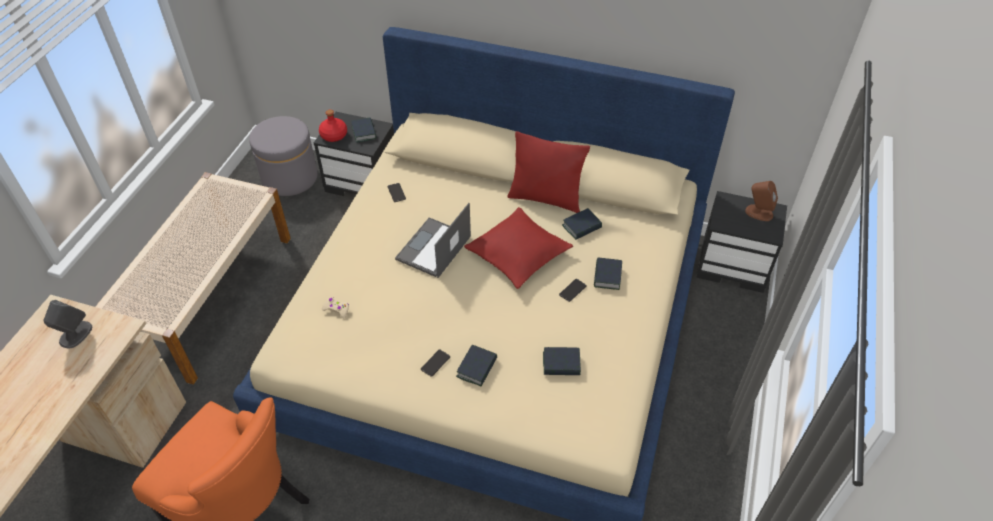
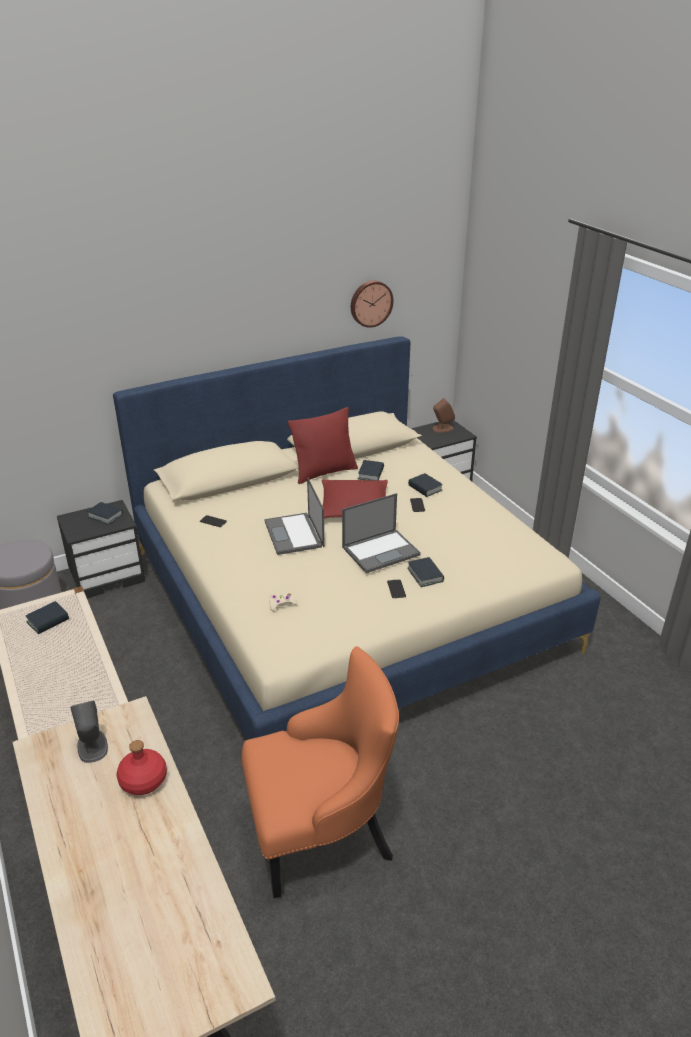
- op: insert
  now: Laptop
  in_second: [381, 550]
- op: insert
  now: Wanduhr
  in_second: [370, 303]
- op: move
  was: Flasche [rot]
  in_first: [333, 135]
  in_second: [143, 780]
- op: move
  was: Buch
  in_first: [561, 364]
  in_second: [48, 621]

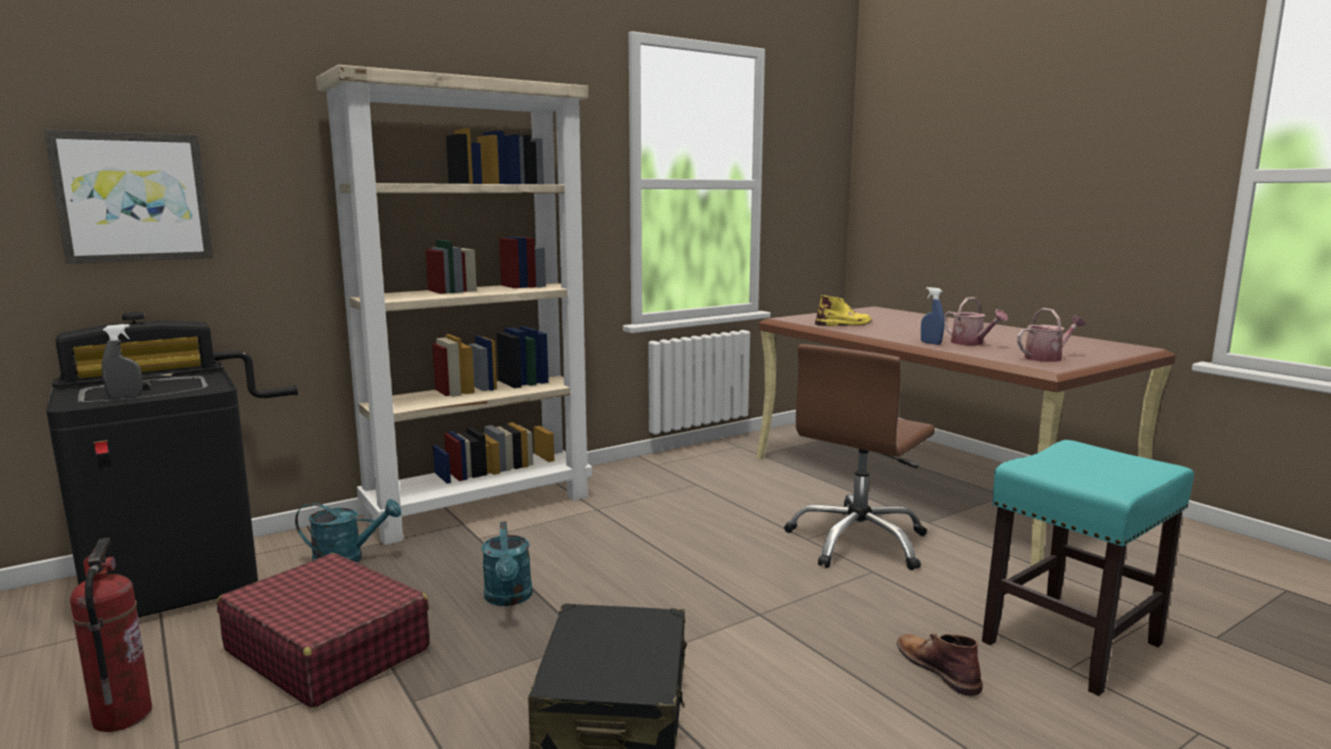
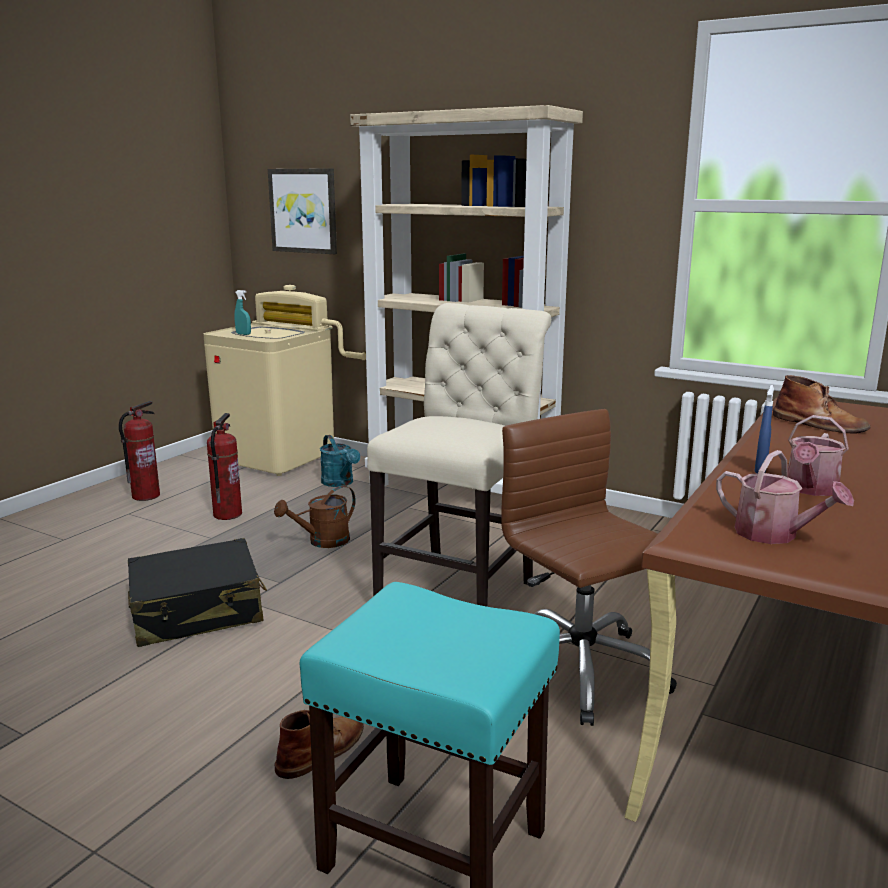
- op: insert
  now: Hocker [beige]
  in_second: [462, 593]
- op: replace
  was: Koffer [rot]
  now: Feuerlöscher
  in_first: [327, 649]
  in_second: [227, 514]
- op: recolor
  was: Waschmaschine [schwarz]
  now: Waschmaschine [beige]
  in_first: [178, 582]
  in_second: [279, 458]
- op: recolor
  was: Sprühflasche [grau]
  now: Sprühflasche [türkis]
  in_first: [125, 397]
  in_second: [243, 334]
- op: recolor
  was: Gießkanne [türkis]
  now: Gießkanne [braun]
  in_first: [509, 598]
  in_second: [322, 542]
- op: recolor
  was: Stiefel [gelb]
  now: Stiefel [braun]
  in_first: [844, 324]
  in_second: [819, 424]
- op: rotate
  was: Bürostuhl [braun]
  in_first: [858, 542]
  in_second: [579, 670]
  clockwise: 45

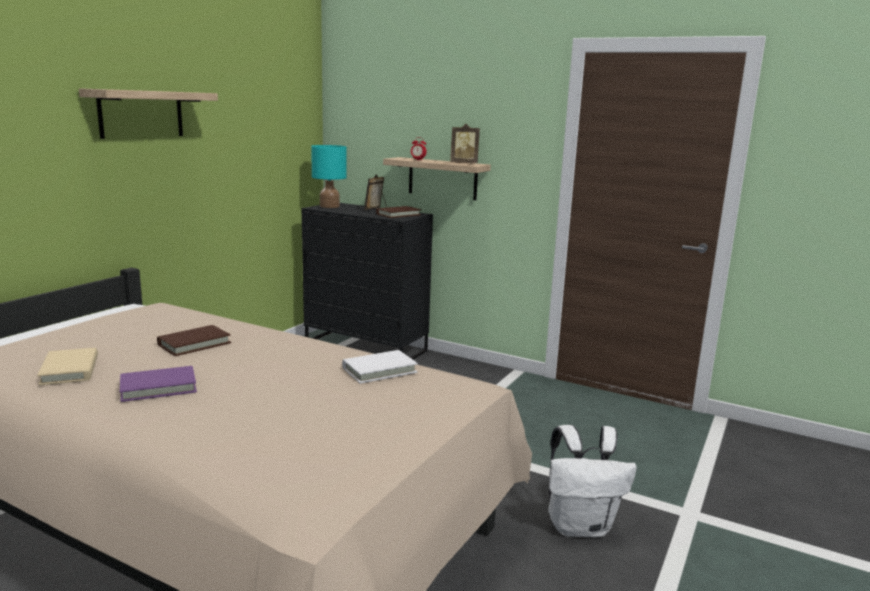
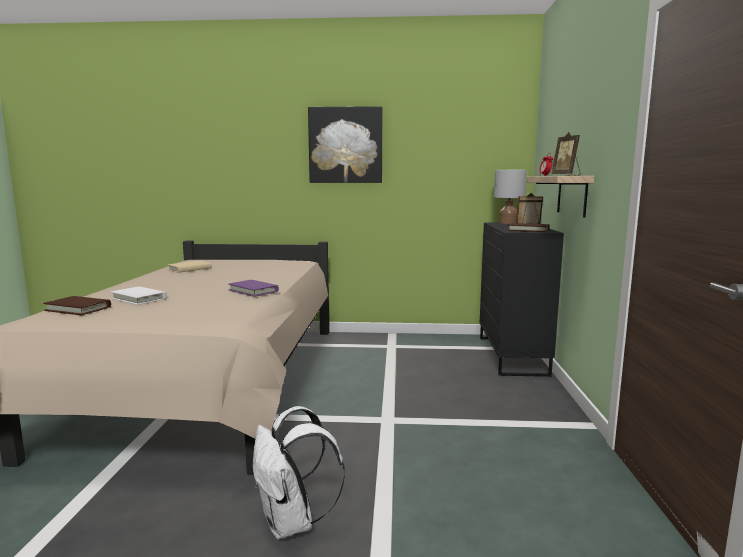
- op: move
  was: Buch [lila]
  in_first: [158, 387]
  in_second: [253, 291]
- op: move
  was: Buch [braun]
  in_first: [194, 344]
  in_second: [78, 309]
- op: move
  was: Buch [weiß]
  in_first: [379, 370]
  in_second: [139, 298]
- op: replace
  was: Wandregal
  now: Bild
  in_first: [141, 114]
  in_second: [345, 145]
- op: recolor
  was: Tischlampe [türkis]
  now: Tischlampe [grau]
  in_first: [329, 206]
  in_second: [507, 223]

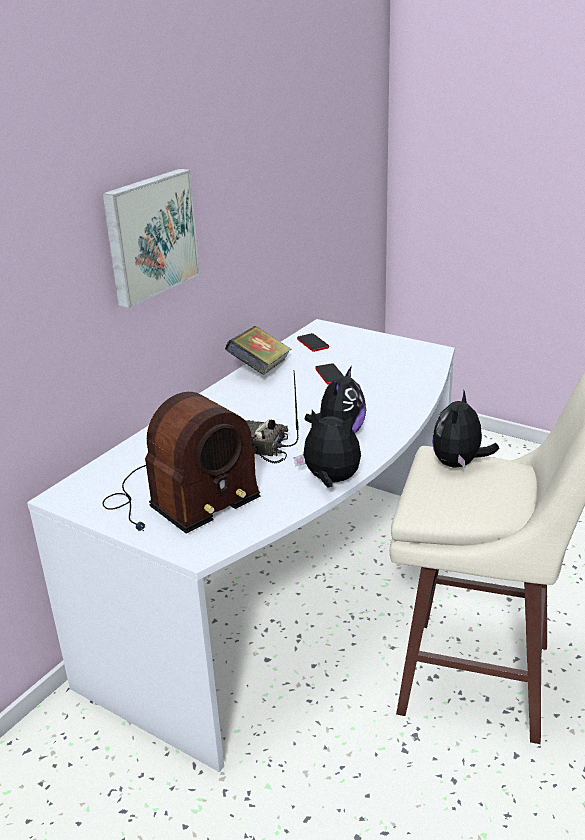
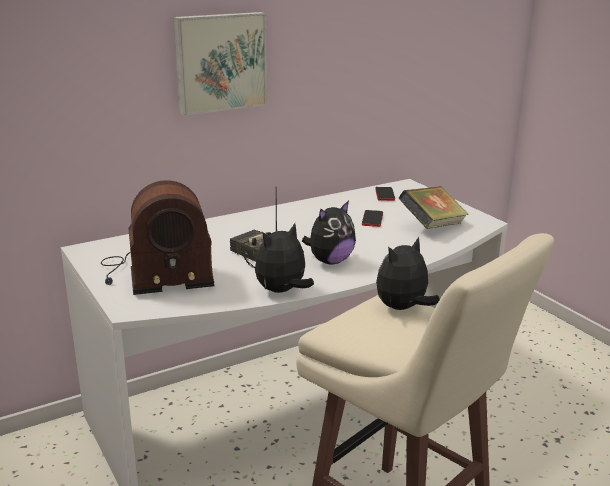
- op: move
  was: Buch
  in_first: [260, 369]
  in_second: [432, 226]
- op: rotate
  was: Plüschtier
  in_first: [330, 481]
  in_second: [282, 291]
  clockwise: -90

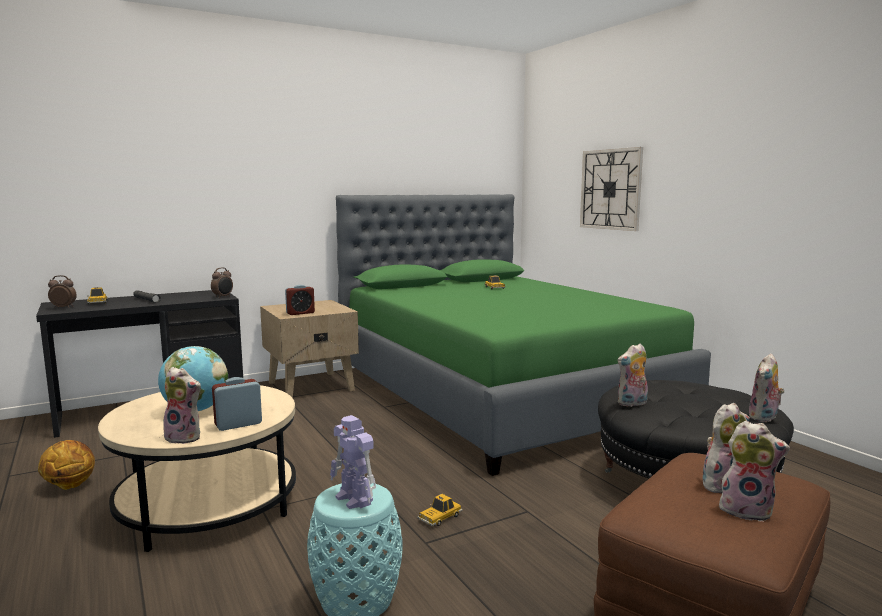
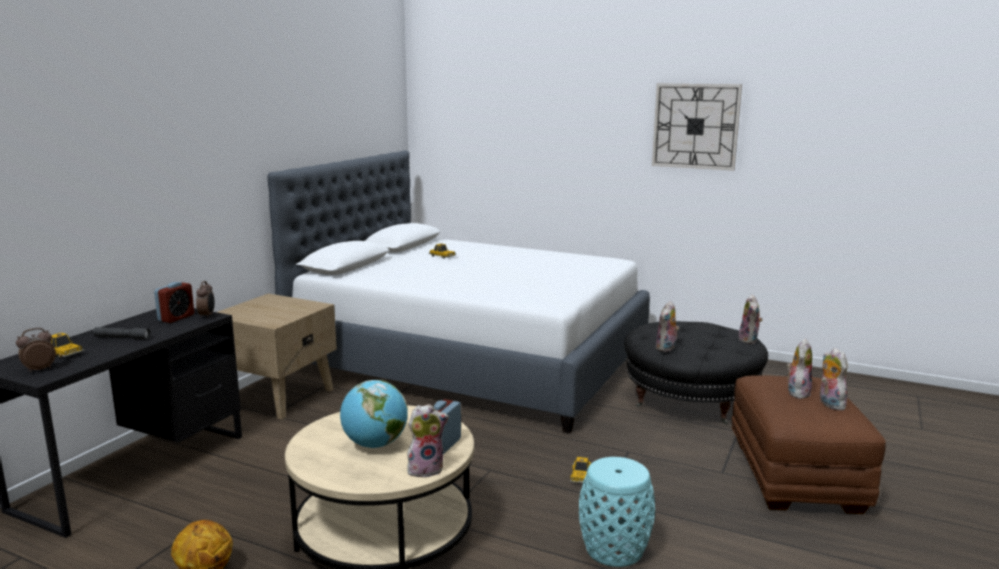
- op: delete
  was: Spielzeugroboter
  in_first: [354, 499]
- op: move
  was: Wecker
  in_first: [300, 313]
  in_second: [176, 318]
- op: move
  was: Wanduhr
  in_first: [610, 189]
  in_second: [695, 126]
- op: recolor
  was: Bett [grün]
  now: Bett [weiß]
  in_first: [501, 392]
  in_second: [471, 359]
- op: rotate
  was: Plüschtier
  in_first: [747, 510]
  in_second: [829, 404]
  clockwise: -90

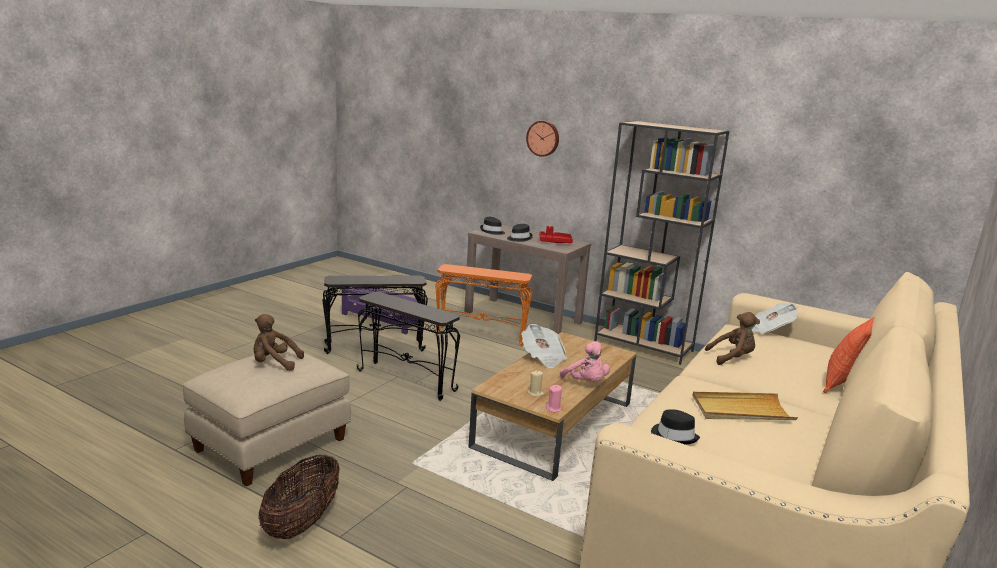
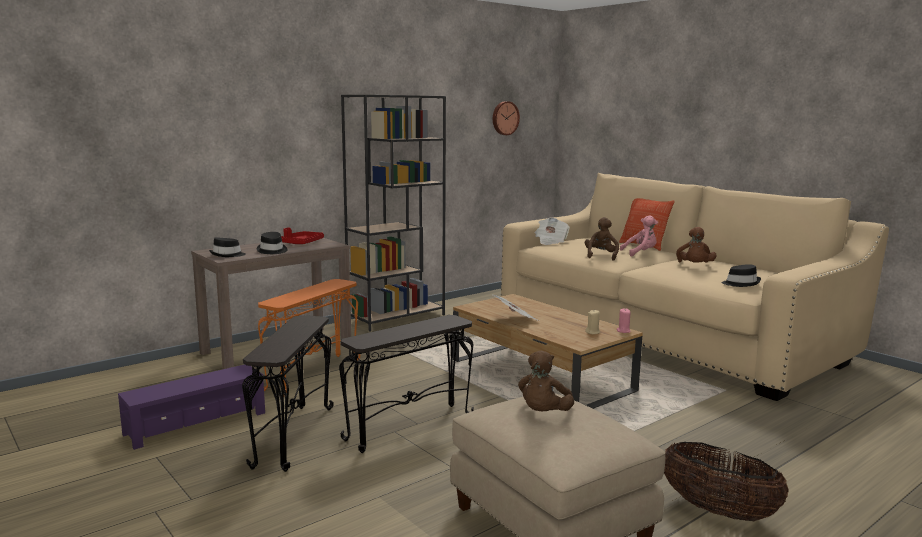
- op: move
  was: Wanduhr
  in_first: [543, 138]
  in_second: [504, 118]
- op: move
  was: Plüschtier [rosa]
  in_first: [586, 383]
  in_second: [640, 253]
- op: replace
  was: Tablett [beige]
  now: Plüschtier [braun]
  in_first: [741, 410]
  in_second: [694, 266]

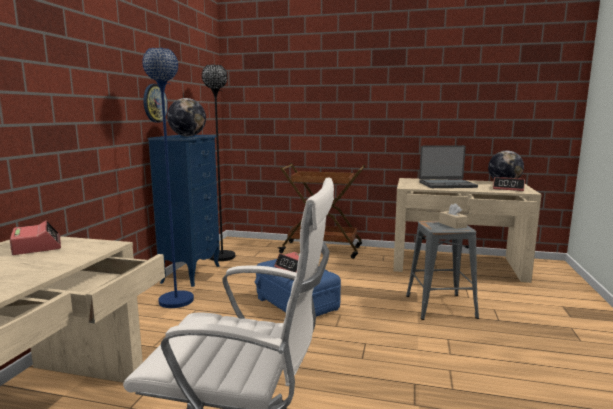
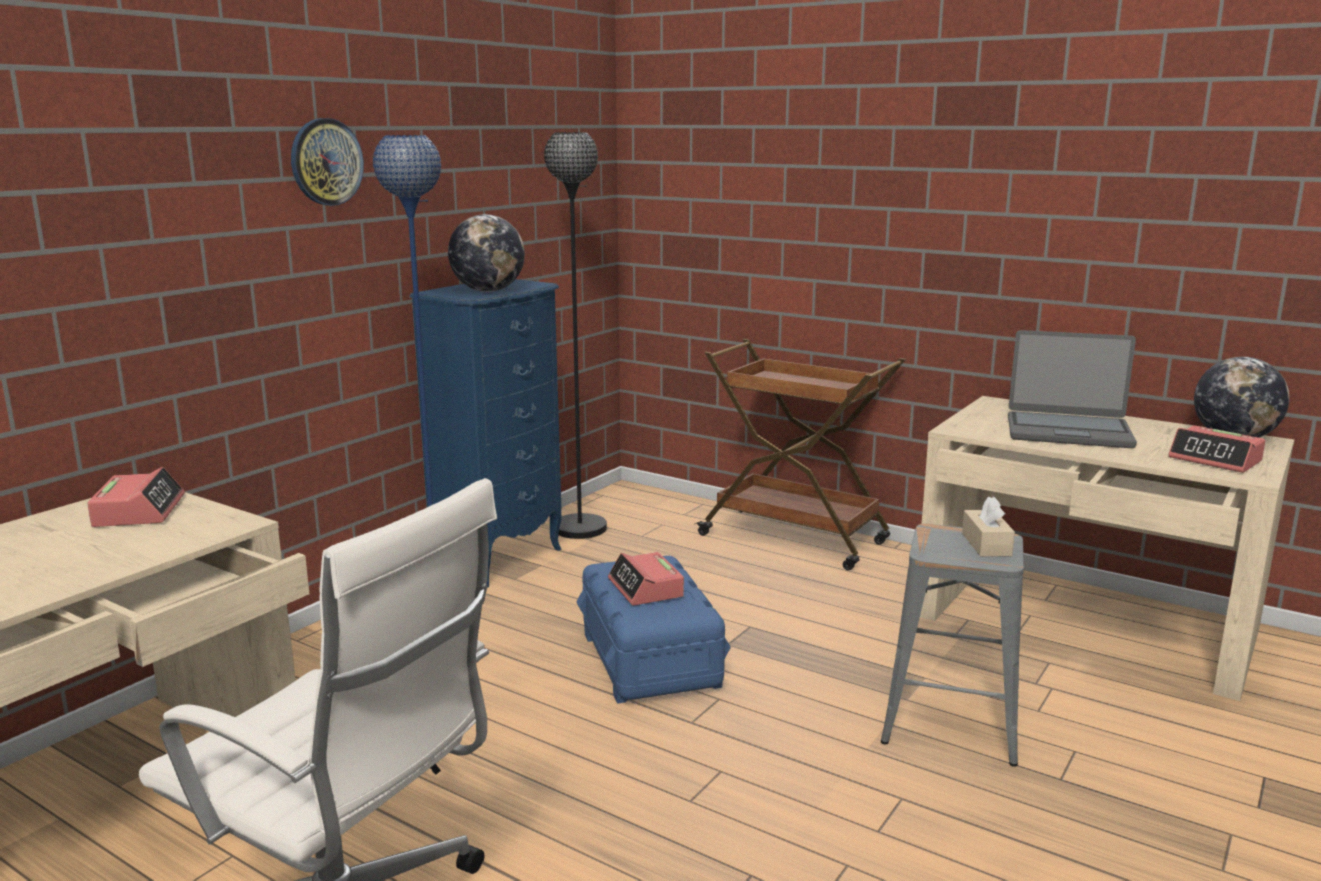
- op: move
  was: Wanduhr
  in_first: [154, 103]
  in_second: [326, 162]

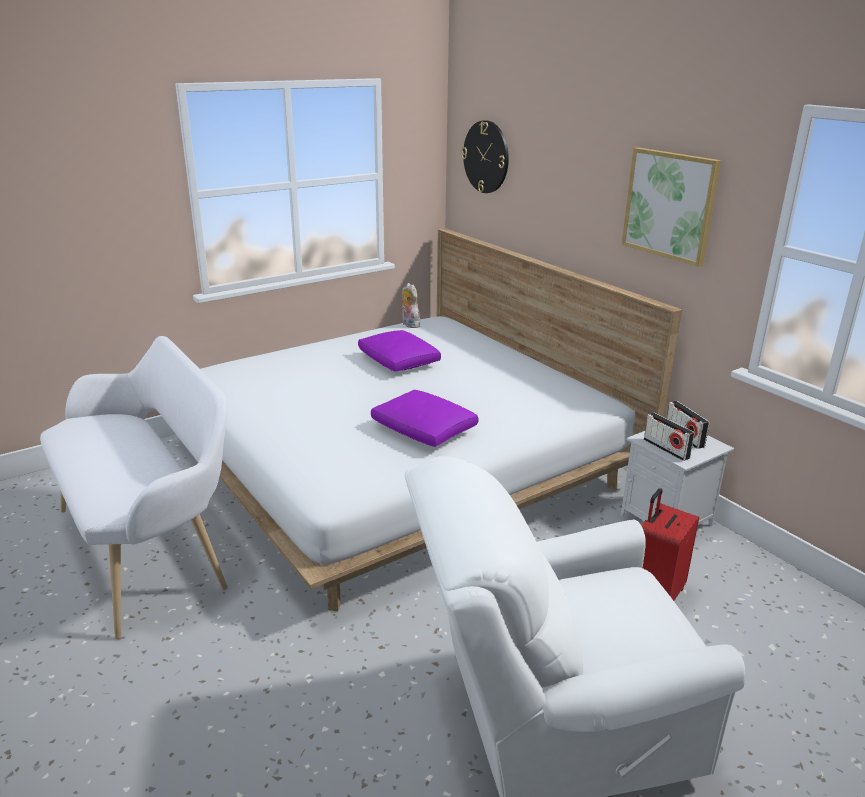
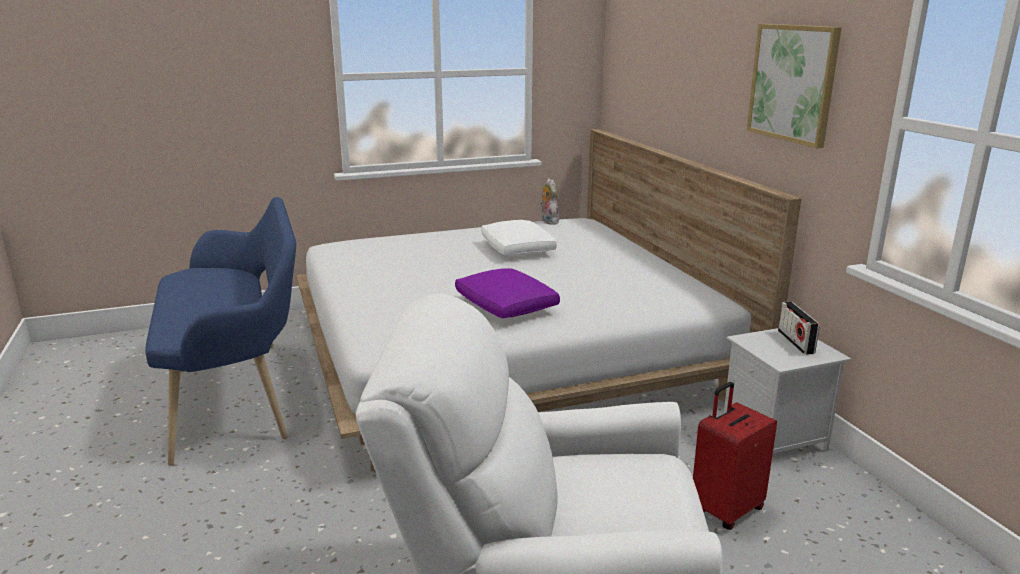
- op: delete
  was: Wanduhr
  in_first: [486, 157]
- op: delete
  was: Radio
  in_first: [666, 449]
- op: recolor
  was: Bank [weiß]
  now: Bank [blau]
  in_first: [150, 546]
  in_second: [239, 394]
- op: recolor
  was: Kissen [lila]
  now: Kissen [weiß]
  in_first: [399, 361]
  in_second: [518, 249]

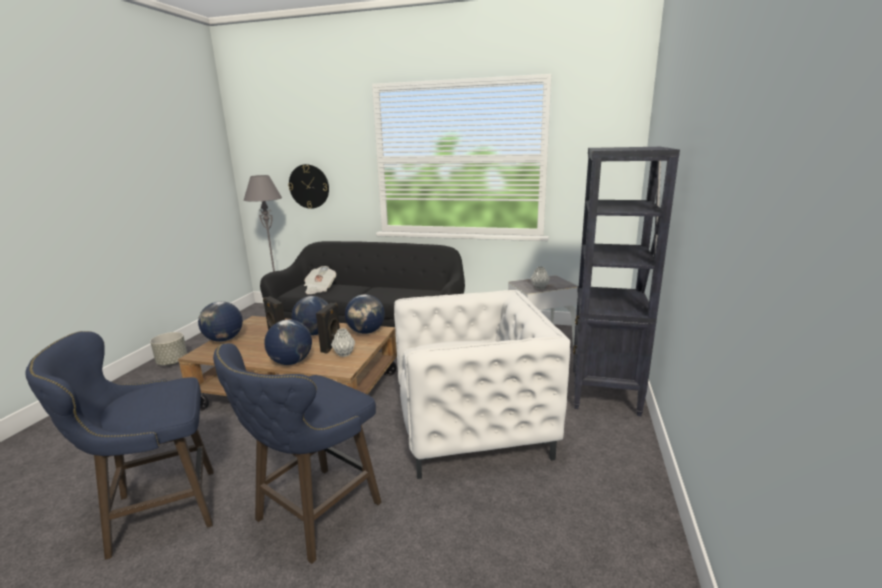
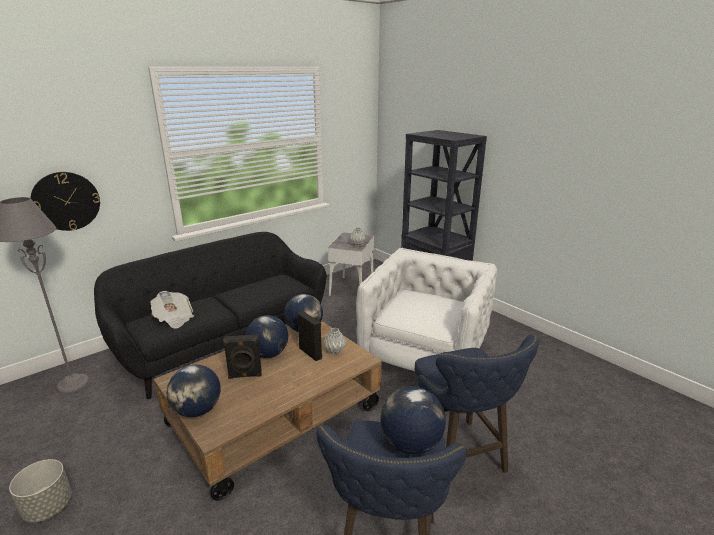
- op: move
  was: Globus
  in_first: [291, 362]
  in_second: [410, 444]

